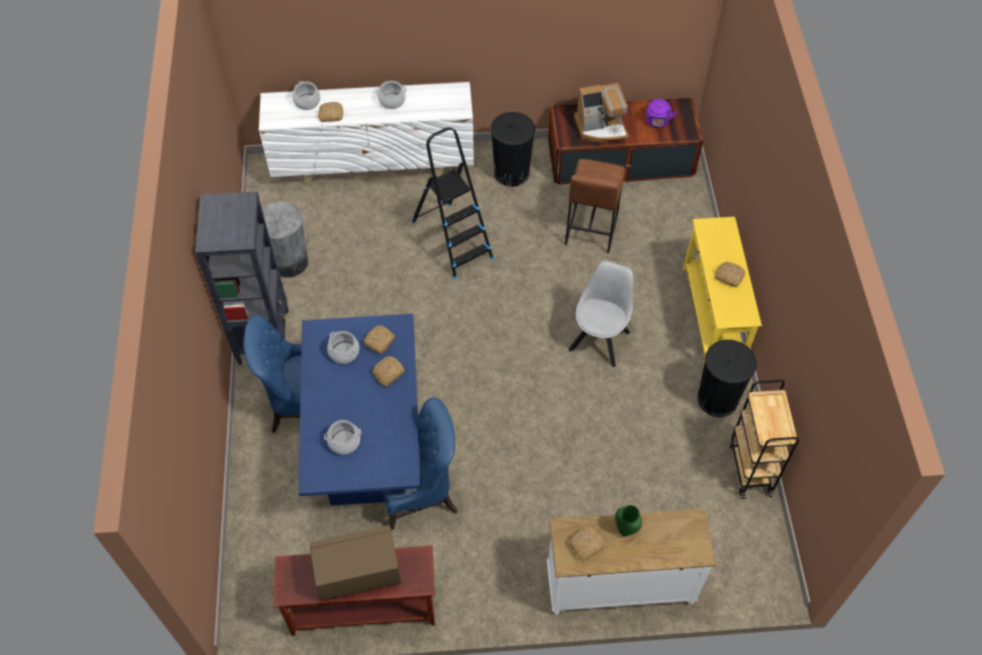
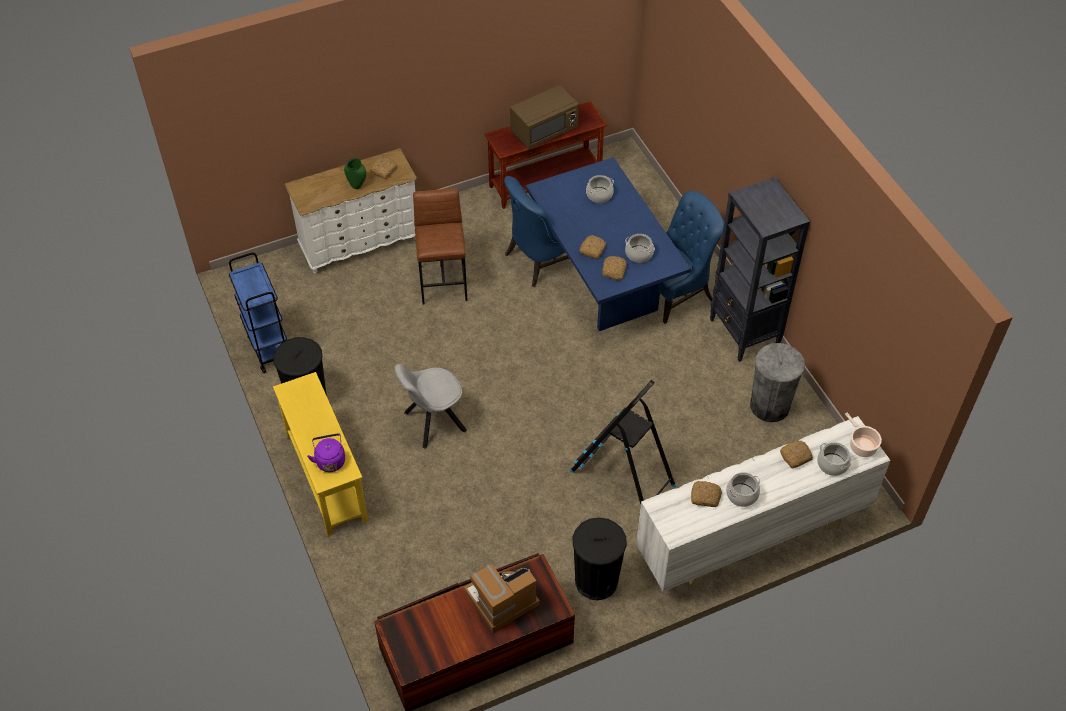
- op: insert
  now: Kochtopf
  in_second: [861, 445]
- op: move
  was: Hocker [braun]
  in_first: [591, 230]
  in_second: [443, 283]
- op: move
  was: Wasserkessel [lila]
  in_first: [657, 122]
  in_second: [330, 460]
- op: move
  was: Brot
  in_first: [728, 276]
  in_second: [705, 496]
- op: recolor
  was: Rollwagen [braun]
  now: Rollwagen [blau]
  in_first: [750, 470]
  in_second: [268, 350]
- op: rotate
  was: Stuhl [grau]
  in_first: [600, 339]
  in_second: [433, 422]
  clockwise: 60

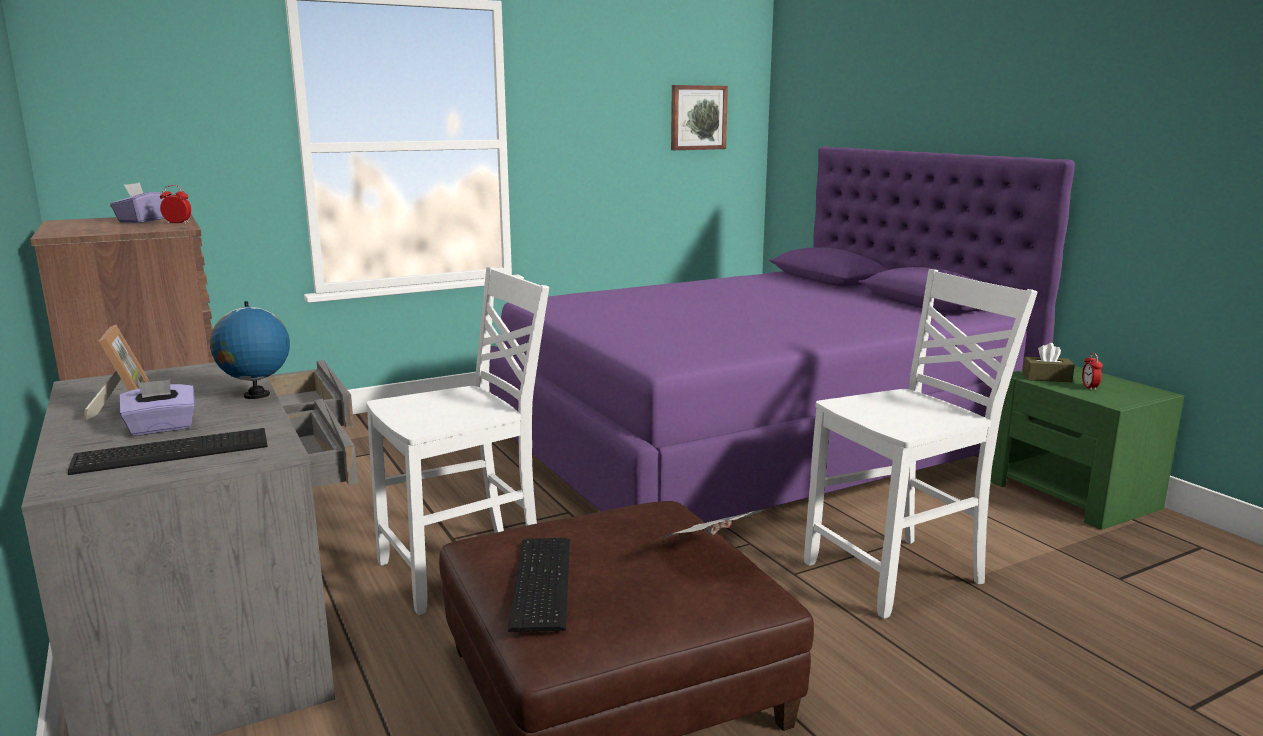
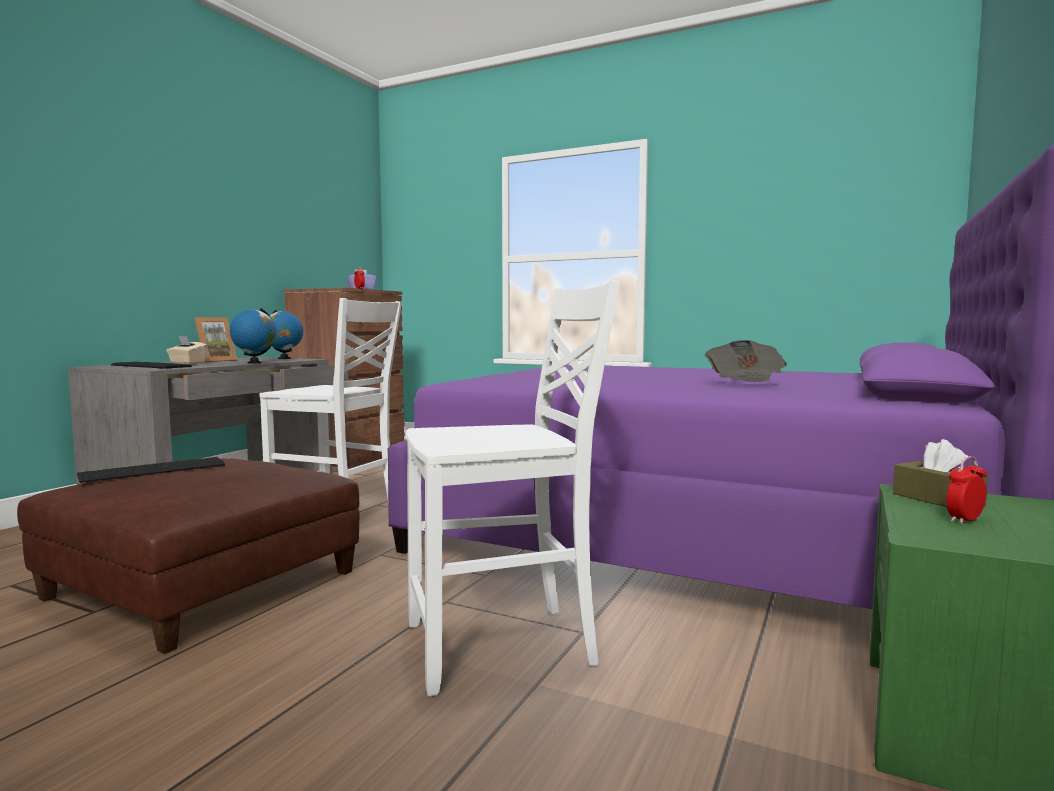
- op: delete
  was: Bild
  in_first: [697, 117]
- op: insert
  now: Globus
  in_second: [284, 358]
- op: move
  was: Zeitung
  in_first: [708, 551]
  in_second: [745, 384]
- op: recolor
  was: Taschentuchbox [lila]
  now: Taschentuchbox [beige]
  in_first: [161, 428]
  in_second: [187, 363]
- op: rotate
  was: Stuhl [weiß]
  in_first: [898, 574]
  in_second: [503, 646]
  clockwise: -45

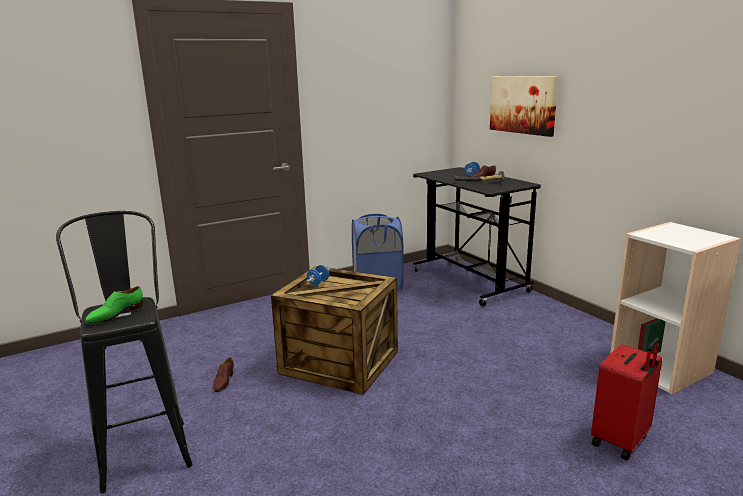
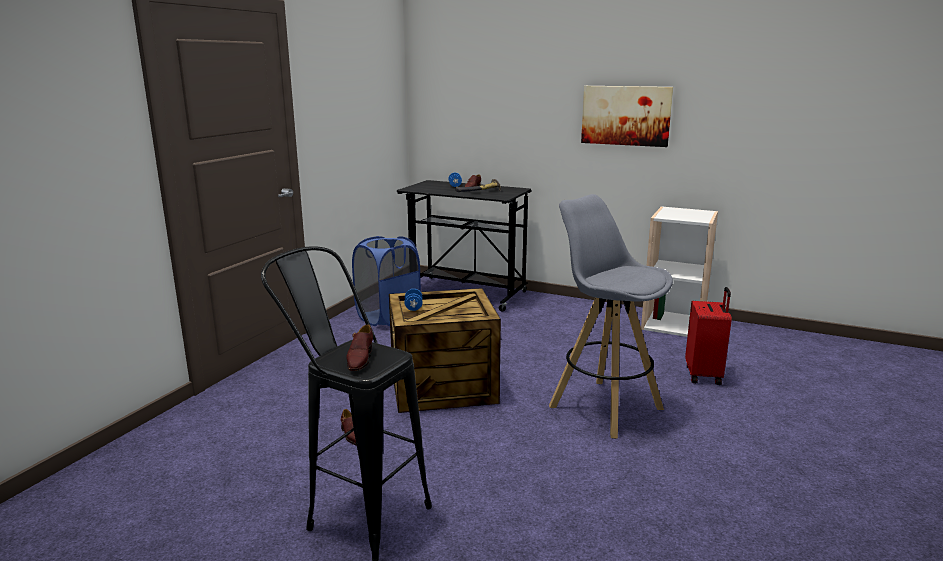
- op: insert
  now: Hocker [grau]
  in_second: [603, 406]
- op: move
  was: Bild
  in_first: [523, 104]
  in_second: [626, 115]
- op: recolor
  was: Schuh [grün]
  now: Schuh [braun]
  in_first: [115, 314]
  in_second: [360, 359]

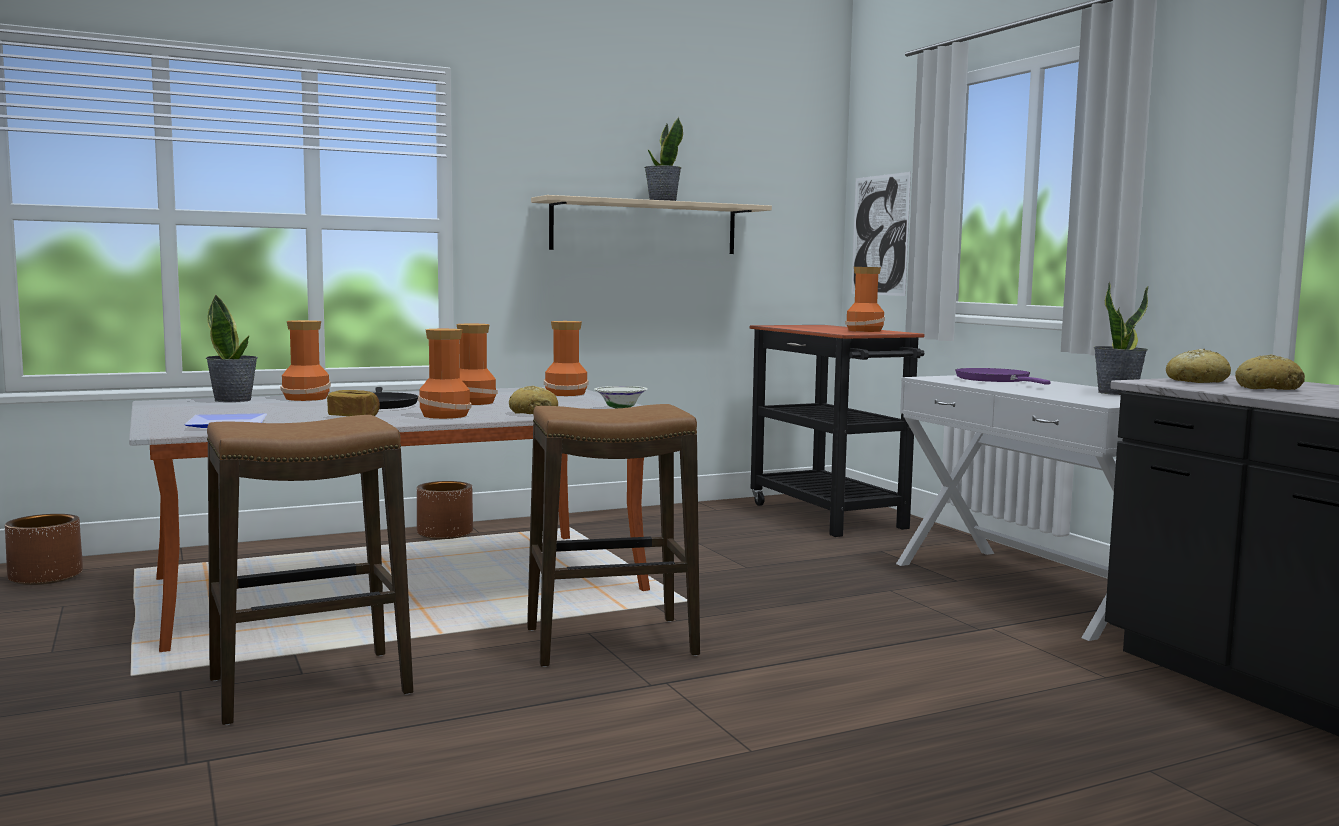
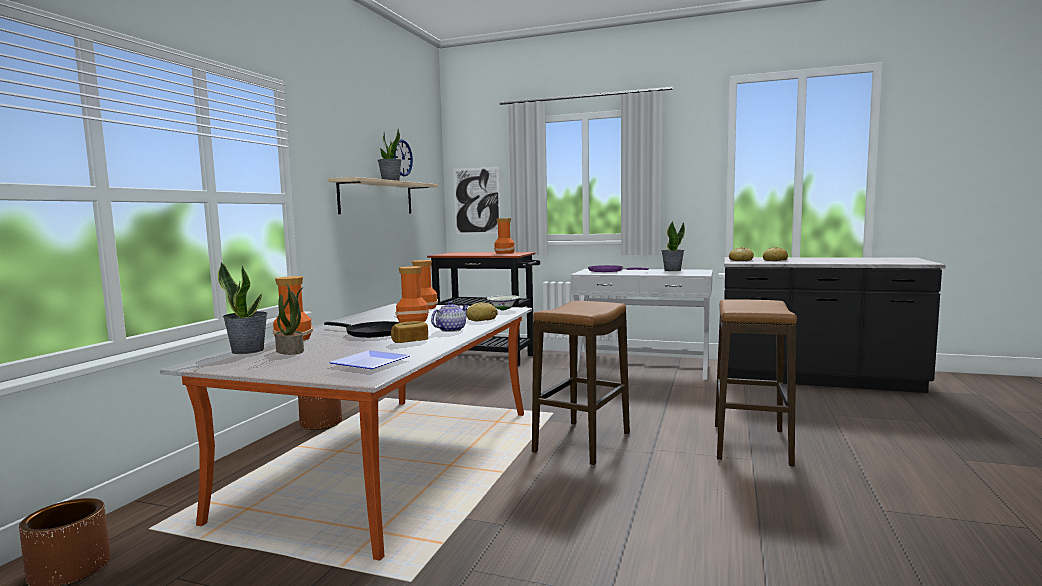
- op: insert
  now: Topfpflanze
  in_second: [291, 351]
- op: insert
  now: Wanduhr
  in_second: [402, 157]
- op: move
  was: Hocker
  in_first: [309, 687]
  in_second: [751, 445]
- op: replace
  was: Vase
  now: Teekanne
  in_first: [443, 415]
  in_second: [450, 330]

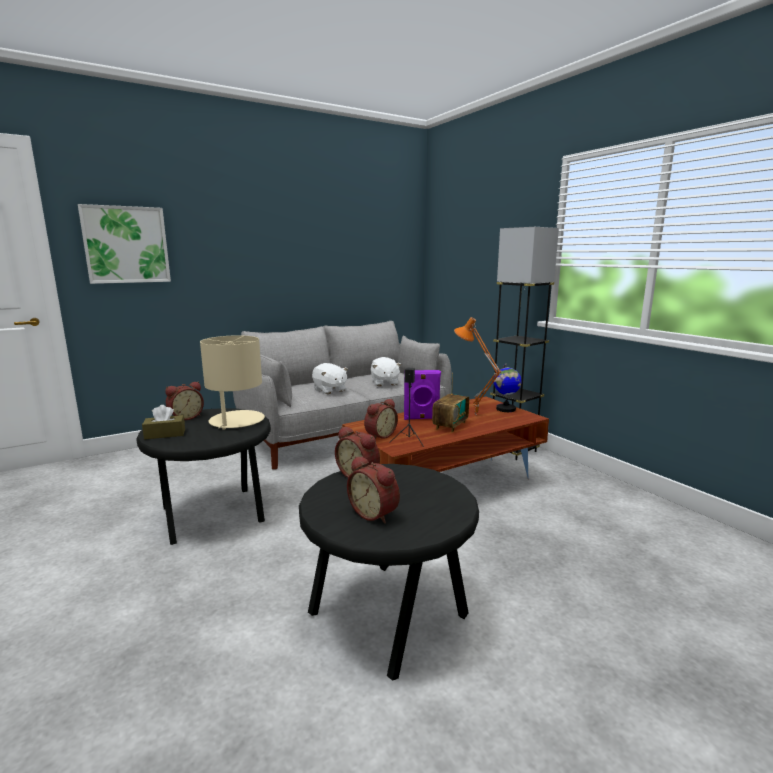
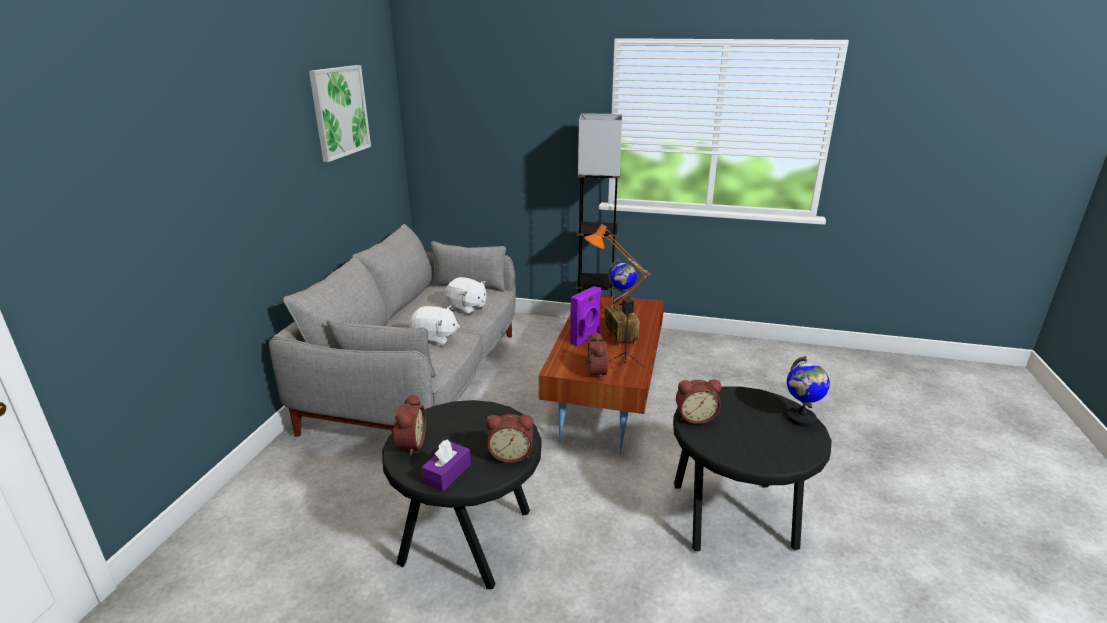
- op: delete
  was: Tischlampe [beige]
  in_first: [236, 421]
- op: insert
  now: Globus
  in_second: [801, 418]
- op: move
  was: Bild
  in_first: [126, 245]
  in_second: [339, 111]
- op: move
  was: Wecker
  in_first: [375, 513]
  in_second: [511, 454]
- op: recolor
  was: Taschentuchbox [braun]
  now: Taschentuchbox [lila]
  in_first: [165, 434]
  in_second: [447, 474]

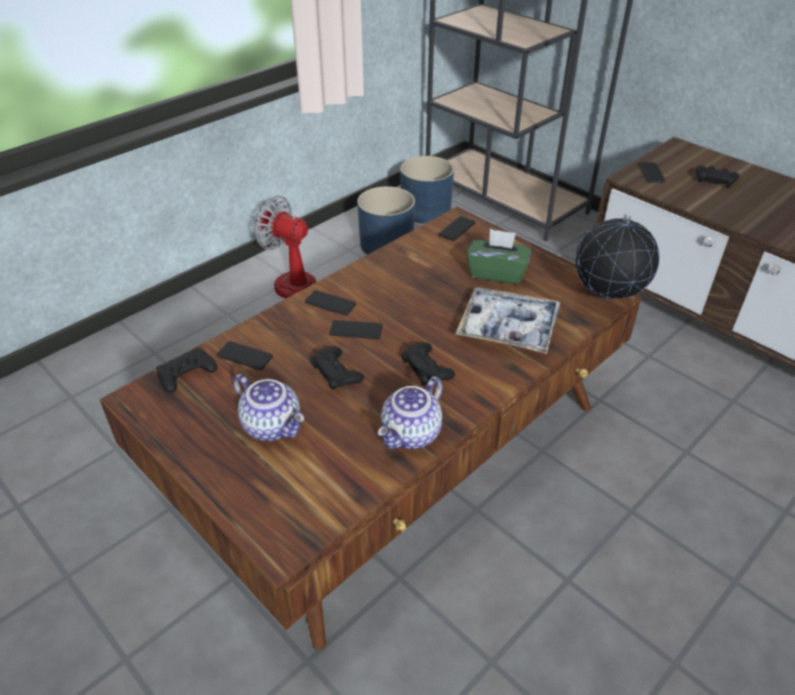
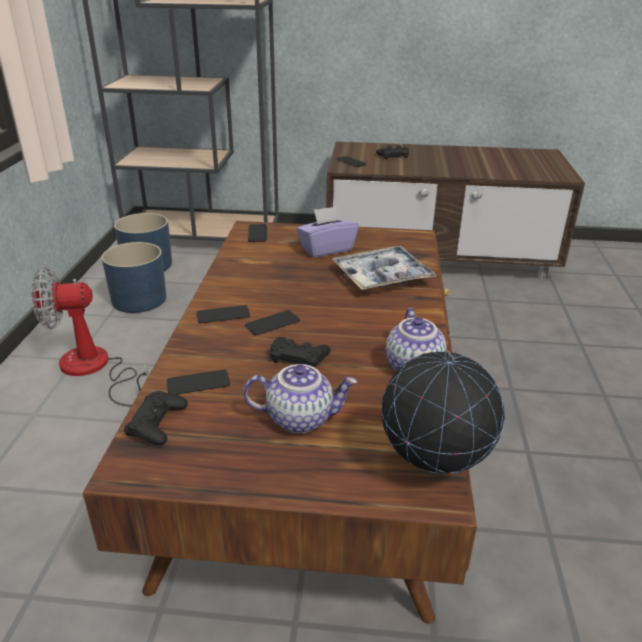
- op: delete
  was: Gamepad [schwarz]
  in_first: [427, 368]
- op: move
  was: Globus
  in_first: [606, 300]
  in_second: [434, 468]
- op: recolor
  was: Taschentuchbox [grün]
  now: Taschentuchbox [lila]
  in_first: [497, 273]
  in_second: [326, 249]

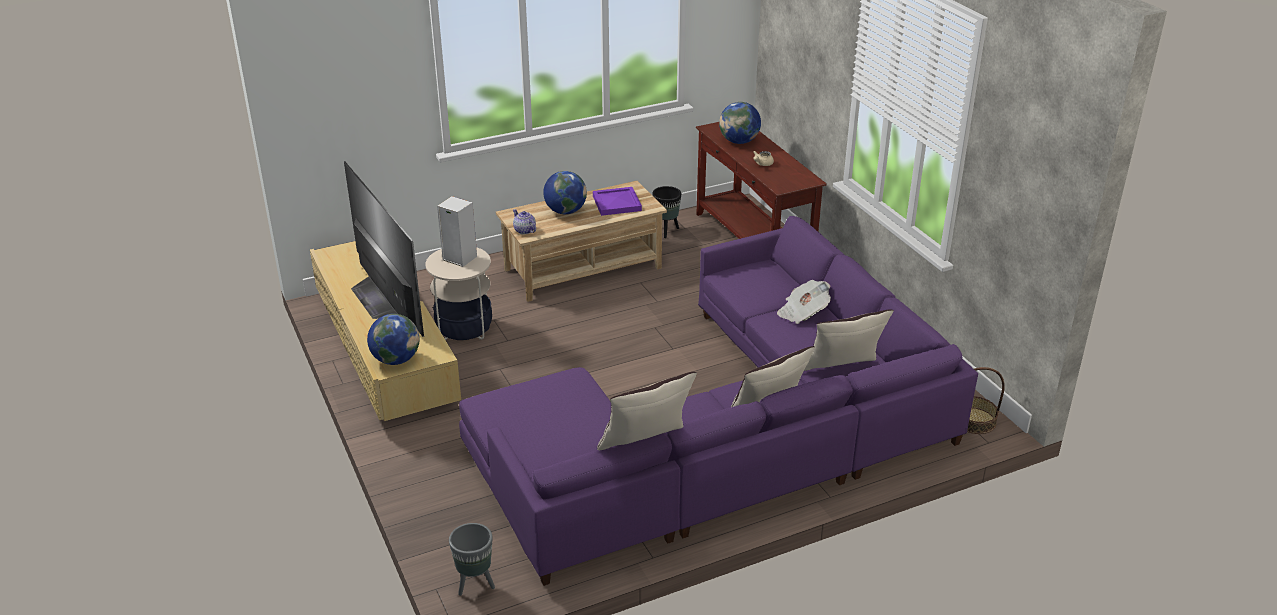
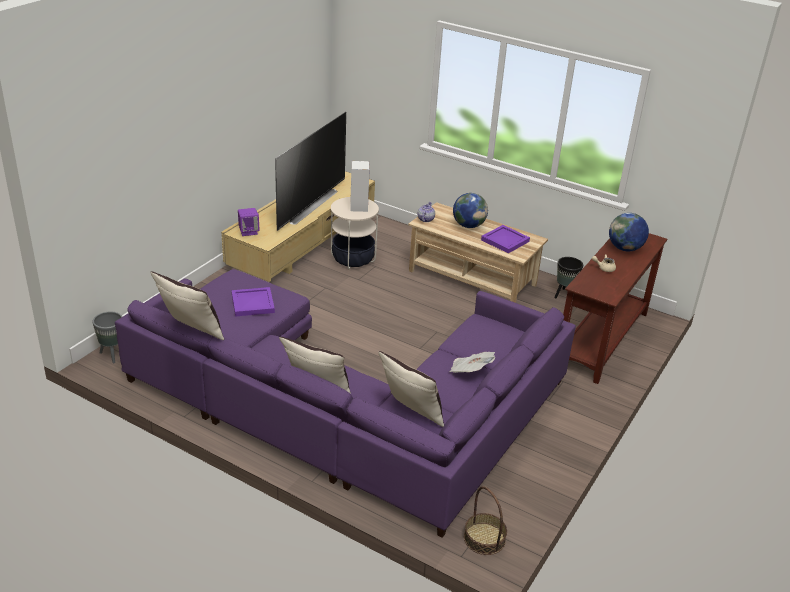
- op: insert
  now: Tablett [lila]
  in_second: [253, 303]
- op: replace
  was: Globus
  now: Lautsprecher [lila]
  in_first: [396, 359]
  in_second: [249, 232]

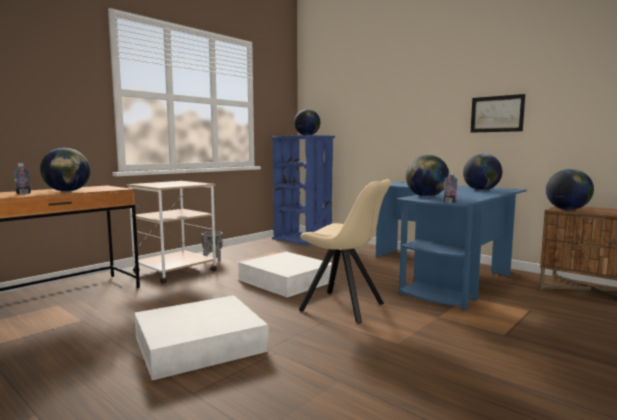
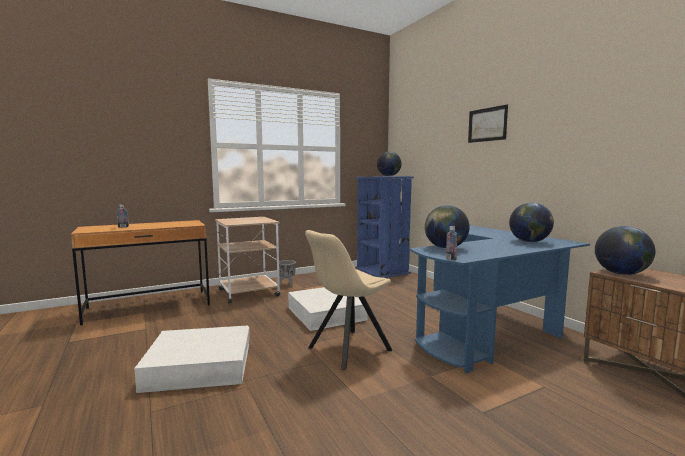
- op: delete
  was: Globus
  in_first: [67, 191]
- op: move
  was: Bild
  in_first: [497, 114]
  in_second: [487, 124]
- op: rotate
  was: Stuhl [beige]
  in_first: [343, 307]
  in_second: [348, 349]
  clockwise: 90

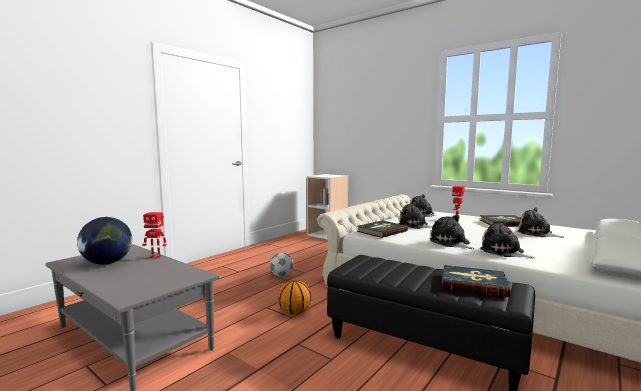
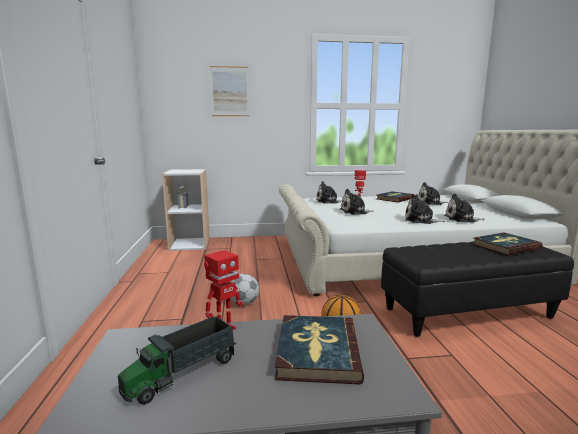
- op: insert
  now: Bild
  in_second: [230, 91]
- op: move
  was: Buch
  in_first: [381, 231]
  in_second: [317, 351]
- op: replace
  was: Globus
  now: Spielzeuglaster
  in_first: [107, 263]
  in_second: [182, 374]

